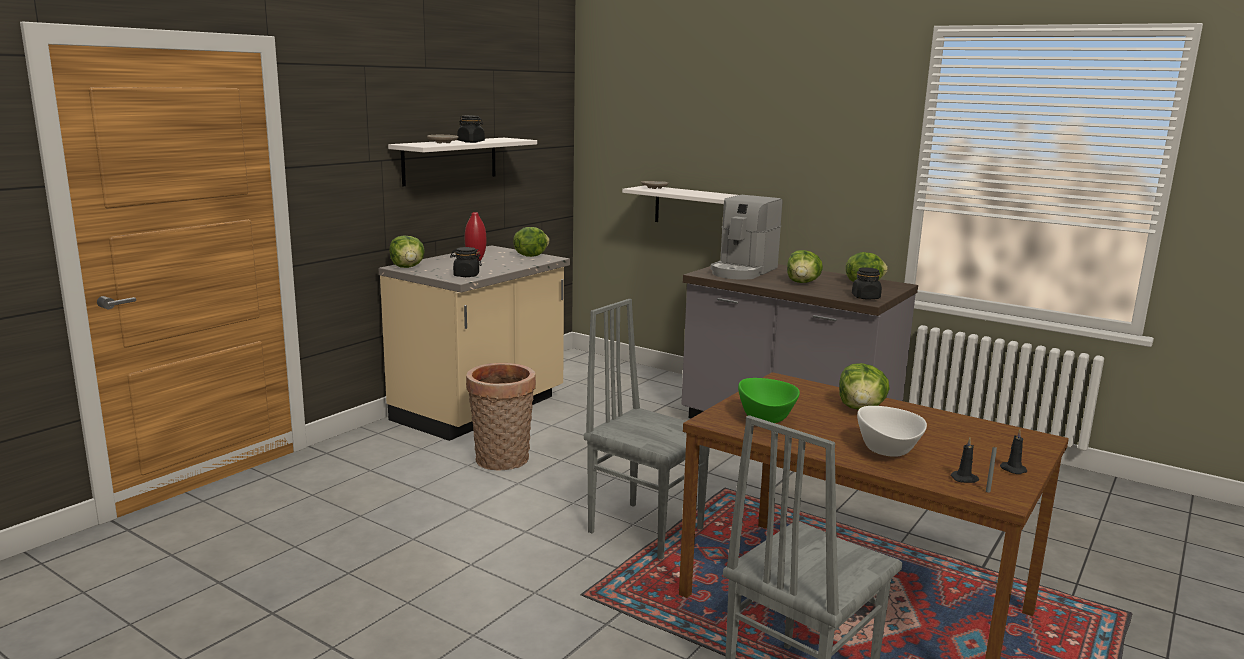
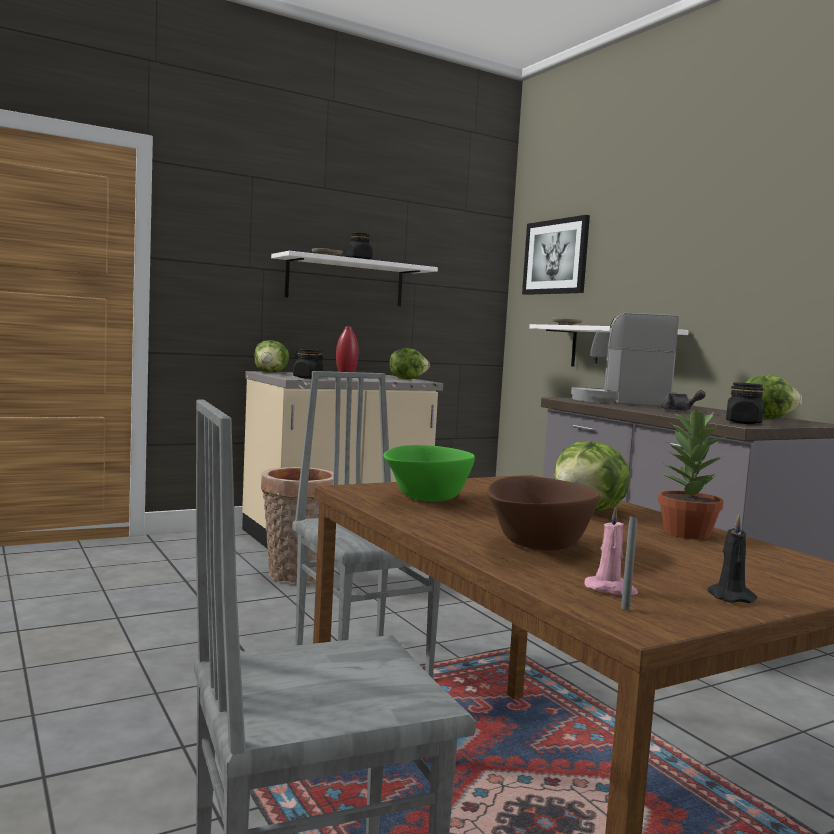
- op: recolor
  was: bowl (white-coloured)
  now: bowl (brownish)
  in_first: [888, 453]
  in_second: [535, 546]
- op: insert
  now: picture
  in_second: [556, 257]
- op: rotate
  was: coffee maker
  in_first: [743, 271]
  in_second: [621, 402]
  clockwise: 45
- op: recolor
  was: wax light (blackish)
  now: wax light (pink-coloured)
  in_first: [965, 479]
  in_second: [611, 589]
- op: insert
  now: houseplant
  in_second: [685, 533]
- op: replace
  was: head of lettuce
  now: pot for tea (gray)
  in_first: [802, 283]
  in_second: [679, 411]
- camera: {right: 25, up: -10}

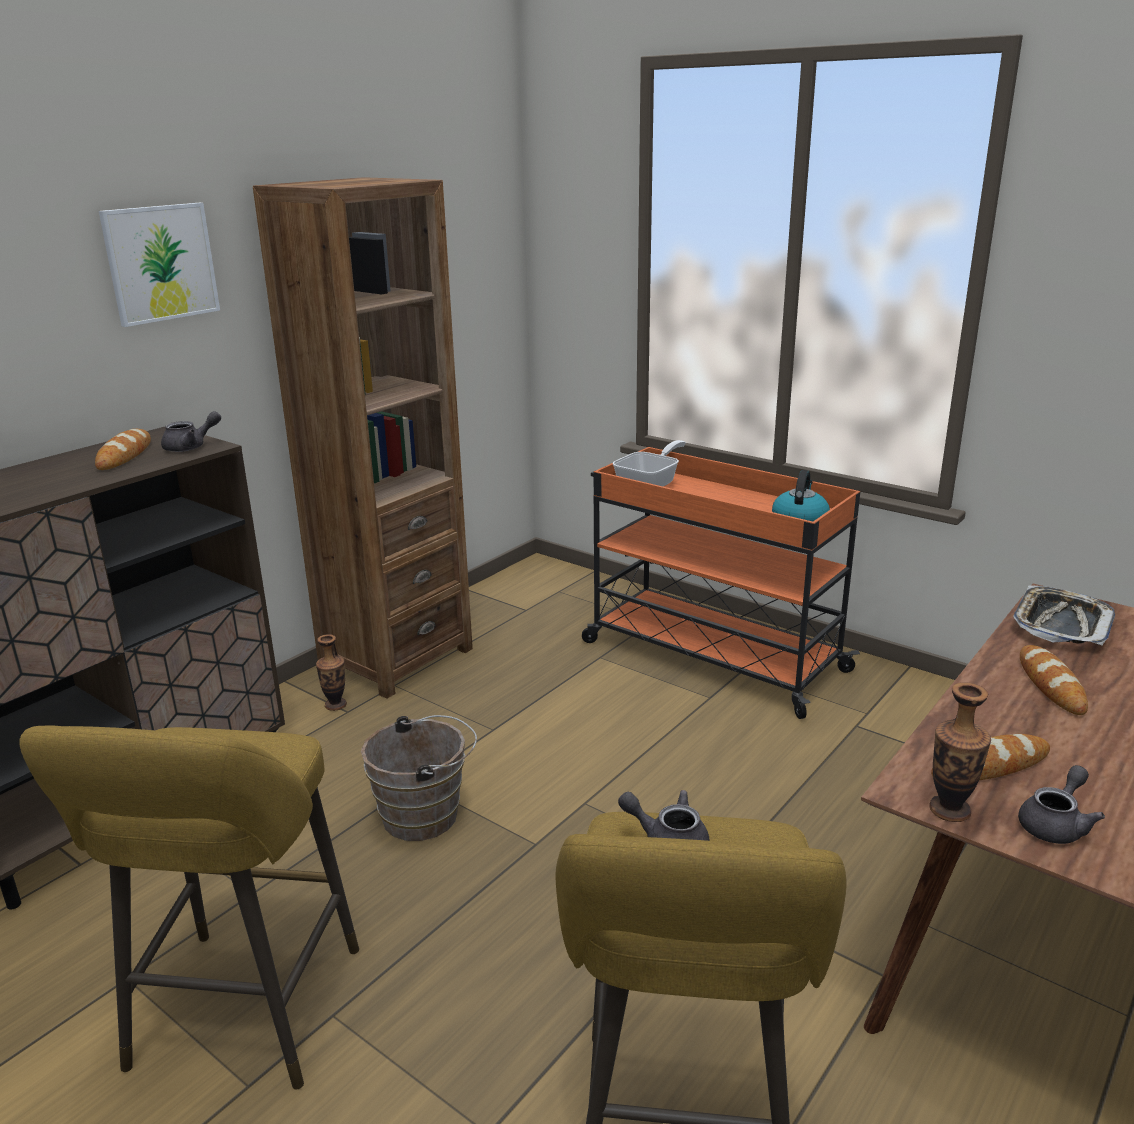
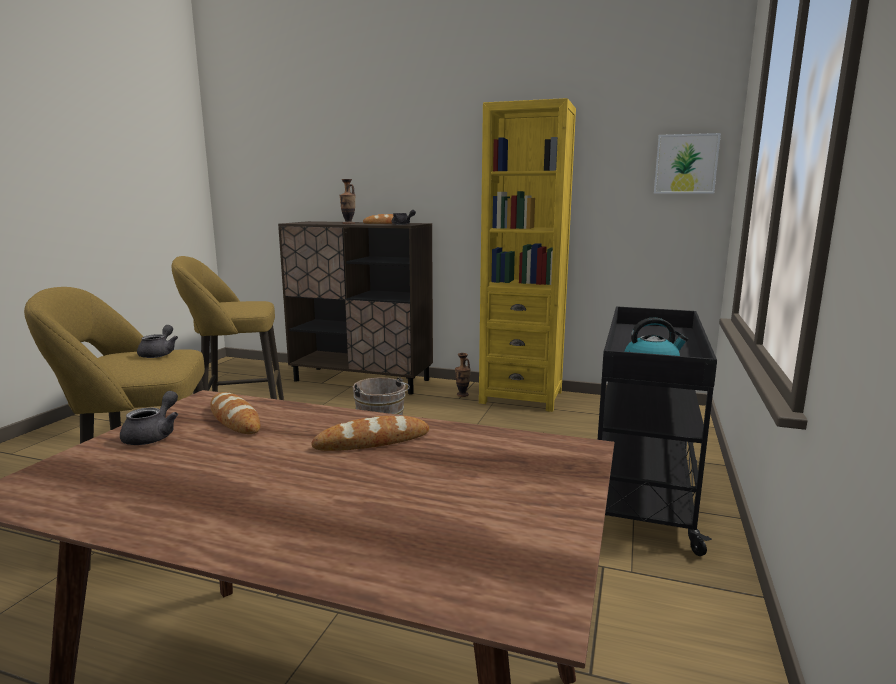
- op: rotate
  was: pot for tea (gray)
  in_first: [1056, 824]
  in_second: [154, 435]
  clockwise: -105
- op: move
  was: vase
  in_first: [949, 810]
  in_second: [348, 224]
- op: recolor
  was: bookcase (brownish)
  now: bookcase (yellow)
  in_first: [396, 657]
  in_second: [521, 397]
- op: recolor
  was: trolley (orangey)
  now: trolley (blackish)
  in_first: [710, 655]
  in_second: [642, 485]
- op: move
  was: picture
  in_first: [161, 263]
  in_second: [686, 164]
- op: delete
  was: frying pan
  in_first: [651, 483]
- op: delete
  was: tray
  in_first: [1061, 624]
- camera: {right: 70, up: -10}

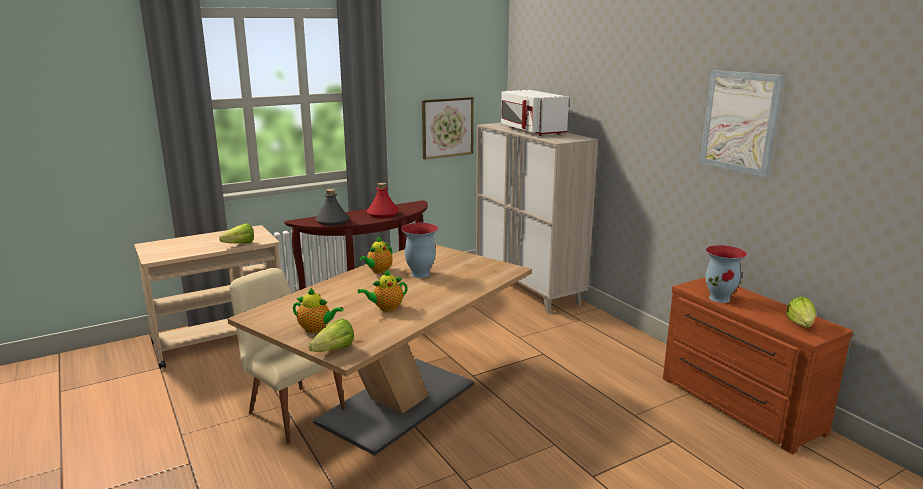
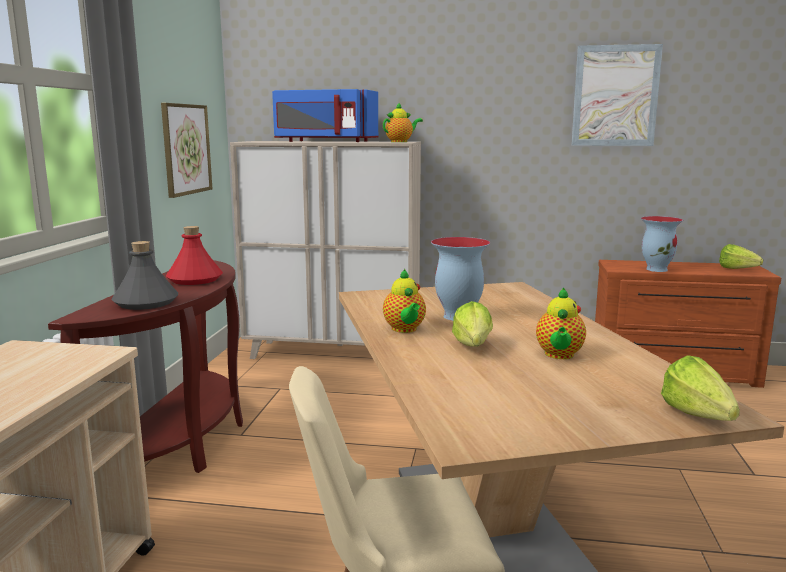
- op: recolor
  was: kitchen microwave (white-coloured)
  now: kitchen microwave (bluish)
  in_first: [531, 131]
  in_second: [325, 141]
- op: move
  was: pot for tea
  in_first: [316, 329]
  in_second: [400, 142]
- op: move
  was: head of lettuce
  in_first: [237, 245]
  in_second: [472, 349]
- camera: {right: -50, up: -5}

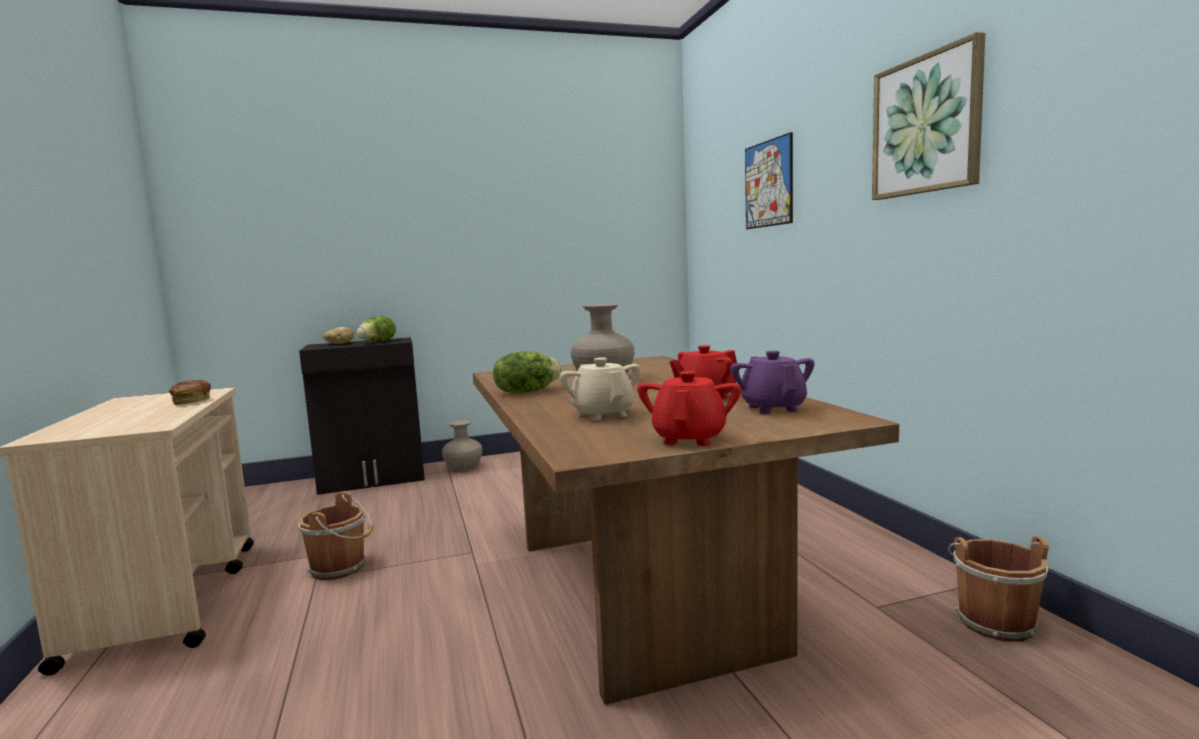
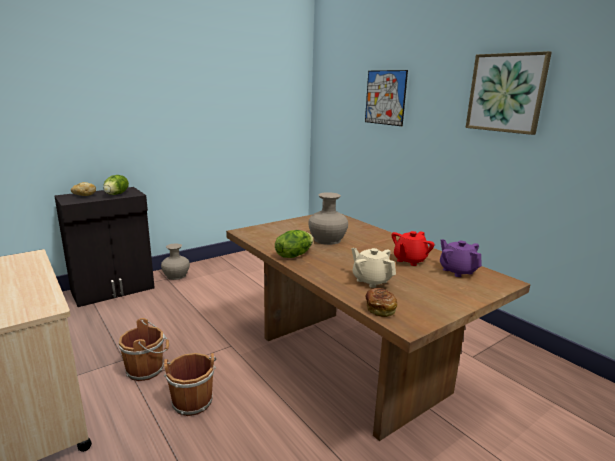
- op: move
  was: bucket (brownish)
  in_first: [993, 621]
  in_second: [192, 401]
- op: move
  was: baked bread
  in_first: [192, 401]
  in_second: [380, 309]
- op: delete
  was: pot for tea (red)
  in_first: [689, 439]
- camera: {right: -20, up: 10}

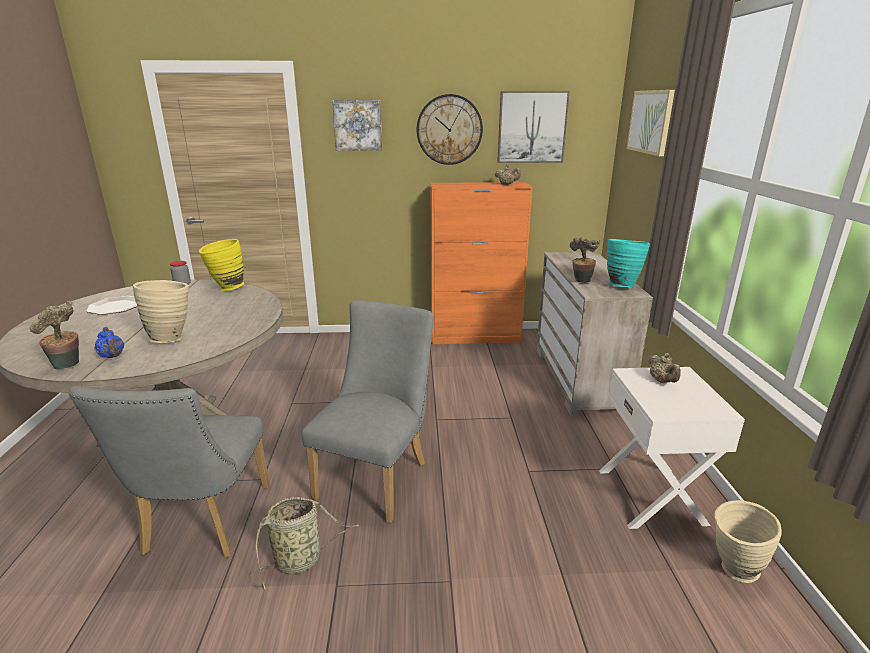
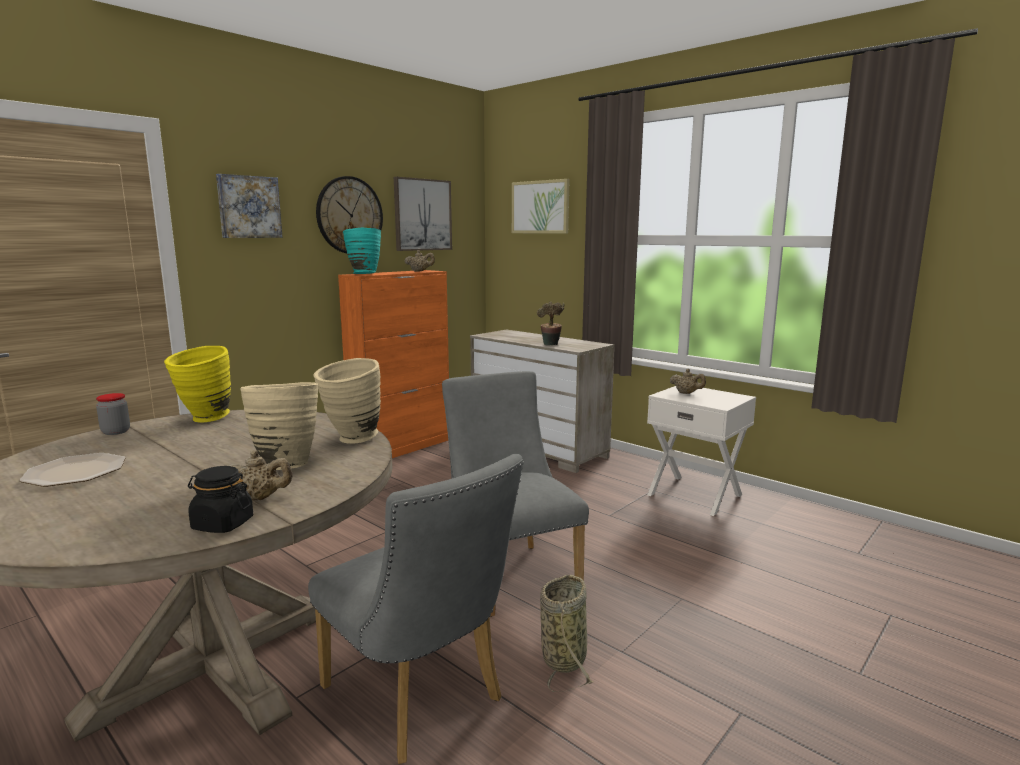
- op: replace
  was: houseplant
  now: jar (blackish)
  in_first: [68, 366]
  in_second: [222, 524]
- op: recolor
  was: pot for tea (bluish)
  now: pot for tea (sand-coloured)
  in_first: [112, 356]
  in_second: [259, 498]
- op: move
  was: vase (sand-coloured)
  in_first: [732, 571]
  in_second: [351, 440]
- op: move
  was: vase (turquoise-coloured)
  in_first: [621, 285]
  in_second: [363, 274]
- camera: {right: -45, up: -10}

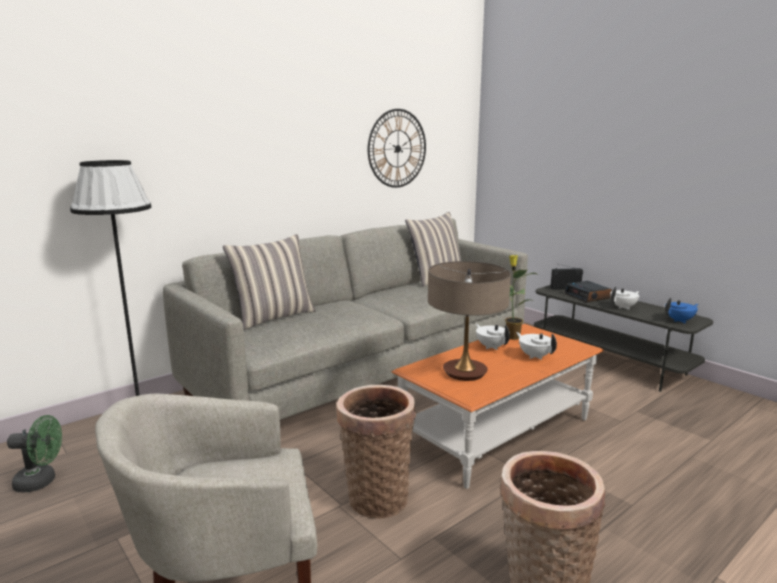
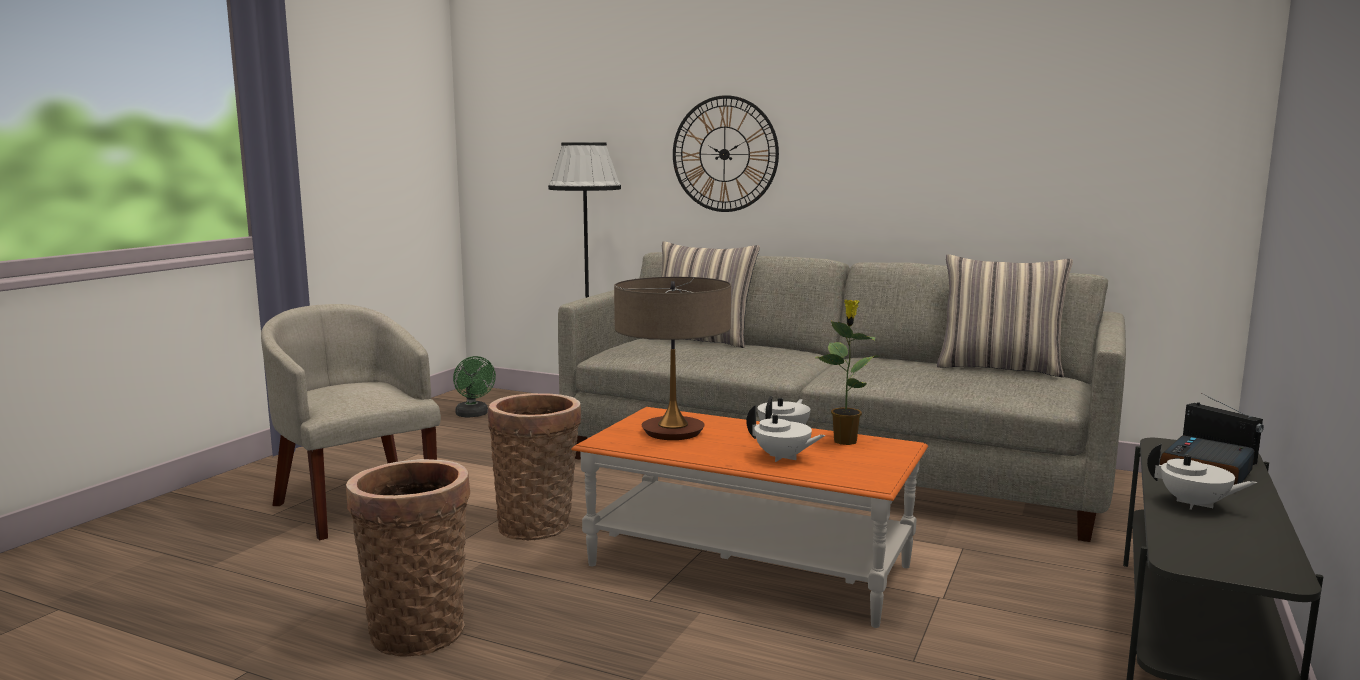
- op: move
  was: clock on the wall
  in_first: [397, 148]
  in_second: [724, 154]
- op: rotate
  was: pot for tea (white-coloured)
  in_first: [535, 356]
  in_second: [783, 457]
  clockwise: 90
- op: delete
  was: pot for tea (bluish)
  in_first: [679, 321]
- camera: {right: 65, up: -5}

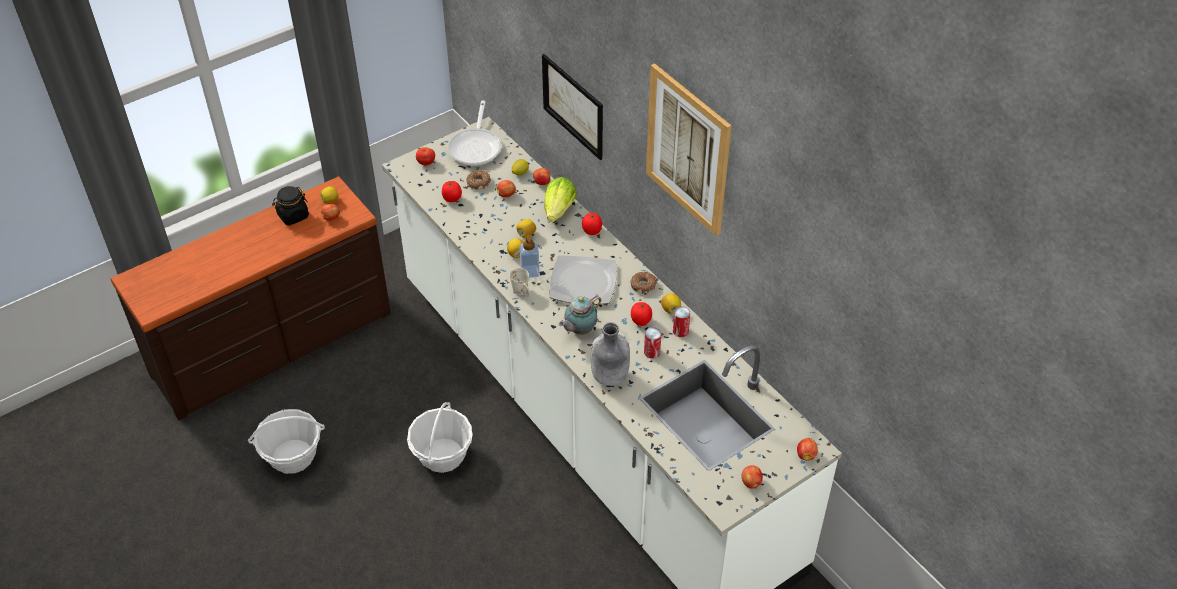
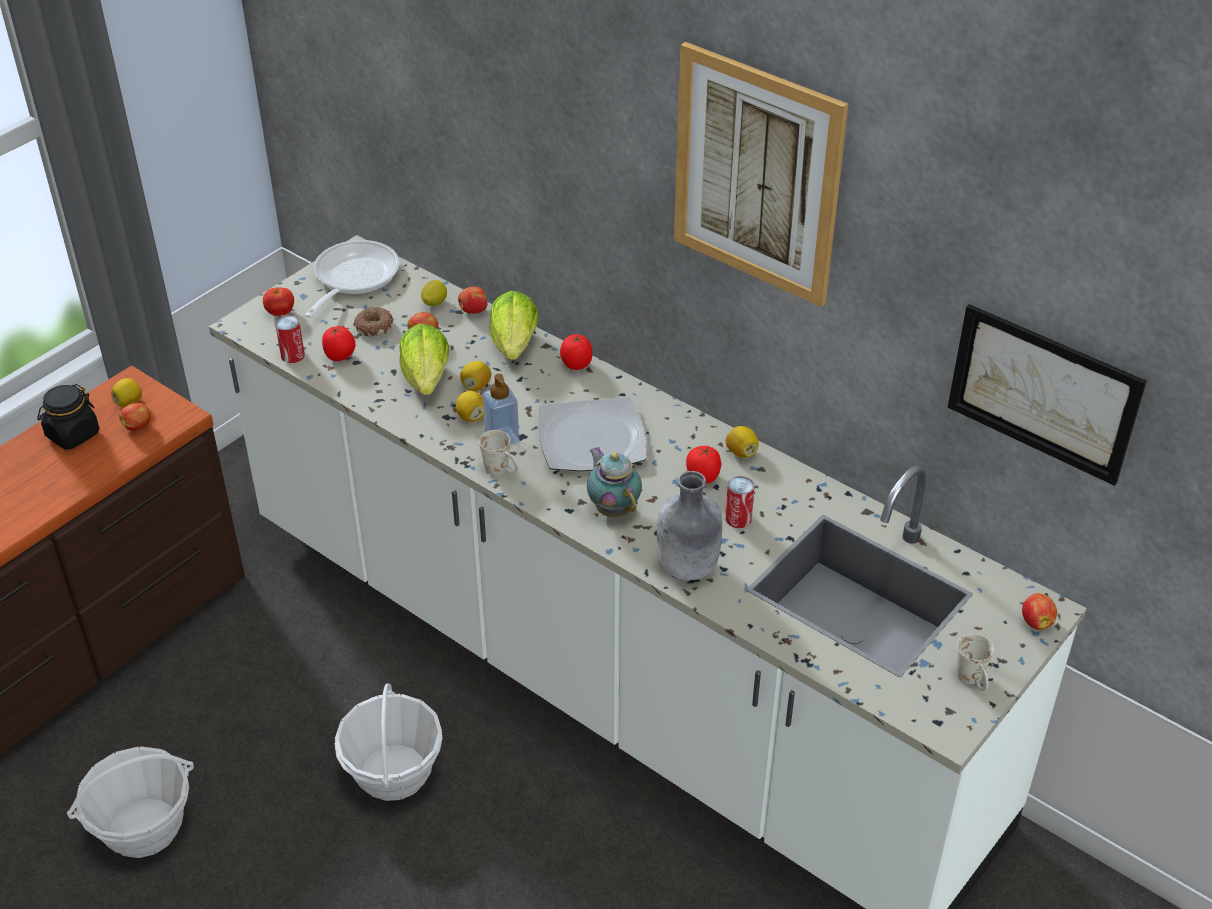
- op: move
  was: metal can
  in_first: [680, 331]
  in_second: [292, 355]
- op: rotate
  was: frying pan
  in_first: [476, 147]
  in_second: [352, 278]
  clockwise: -150
- op: insert
  now: head of lettuce
  in_second: [426, 378]
- op: rotate
  was: pot for tea
  in_first: [579, 330]
  in_second: [613, 508]
  clockwise: 120
- op: move
  was: picture
  in_first: [573, 106]
  in_second: [1043, 393]
- op: replace
  was: apple
  now: tea mug (white-coloured)
  in_first: [751, 483]
  in_second: [973, 681]
- op: delete
  was: ring doughnut
  in_first: [643, 285]
- camera: {right: -15, up: -5}

